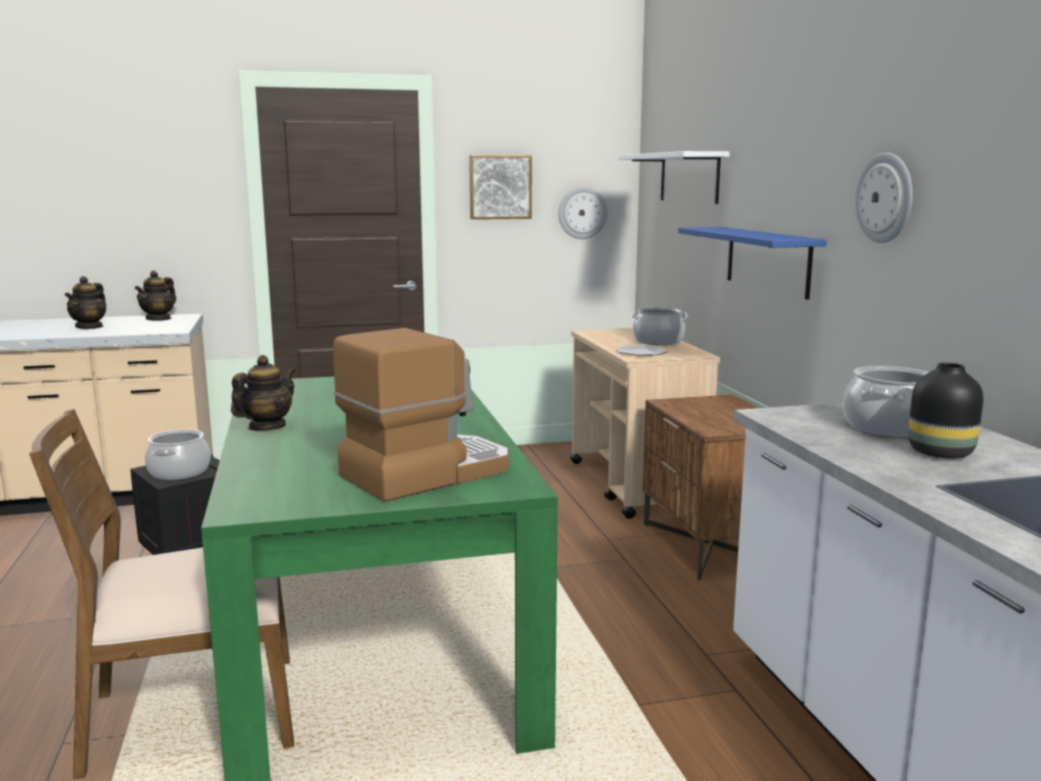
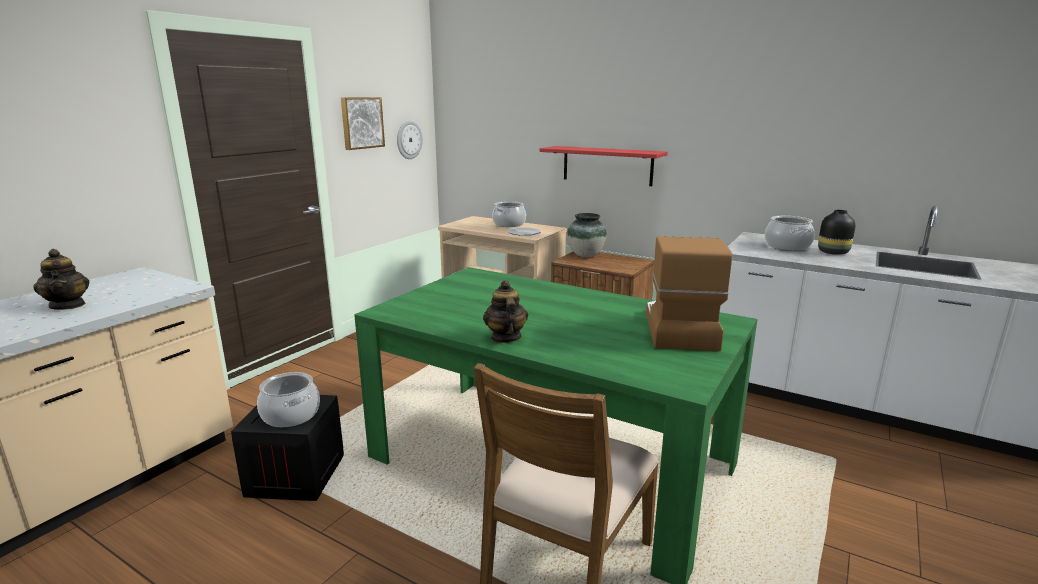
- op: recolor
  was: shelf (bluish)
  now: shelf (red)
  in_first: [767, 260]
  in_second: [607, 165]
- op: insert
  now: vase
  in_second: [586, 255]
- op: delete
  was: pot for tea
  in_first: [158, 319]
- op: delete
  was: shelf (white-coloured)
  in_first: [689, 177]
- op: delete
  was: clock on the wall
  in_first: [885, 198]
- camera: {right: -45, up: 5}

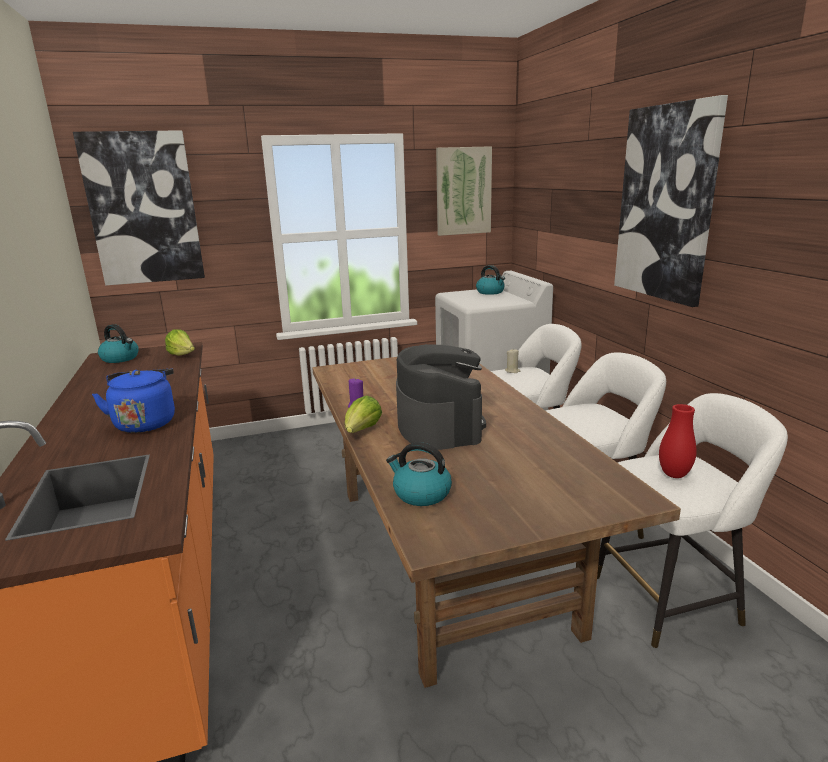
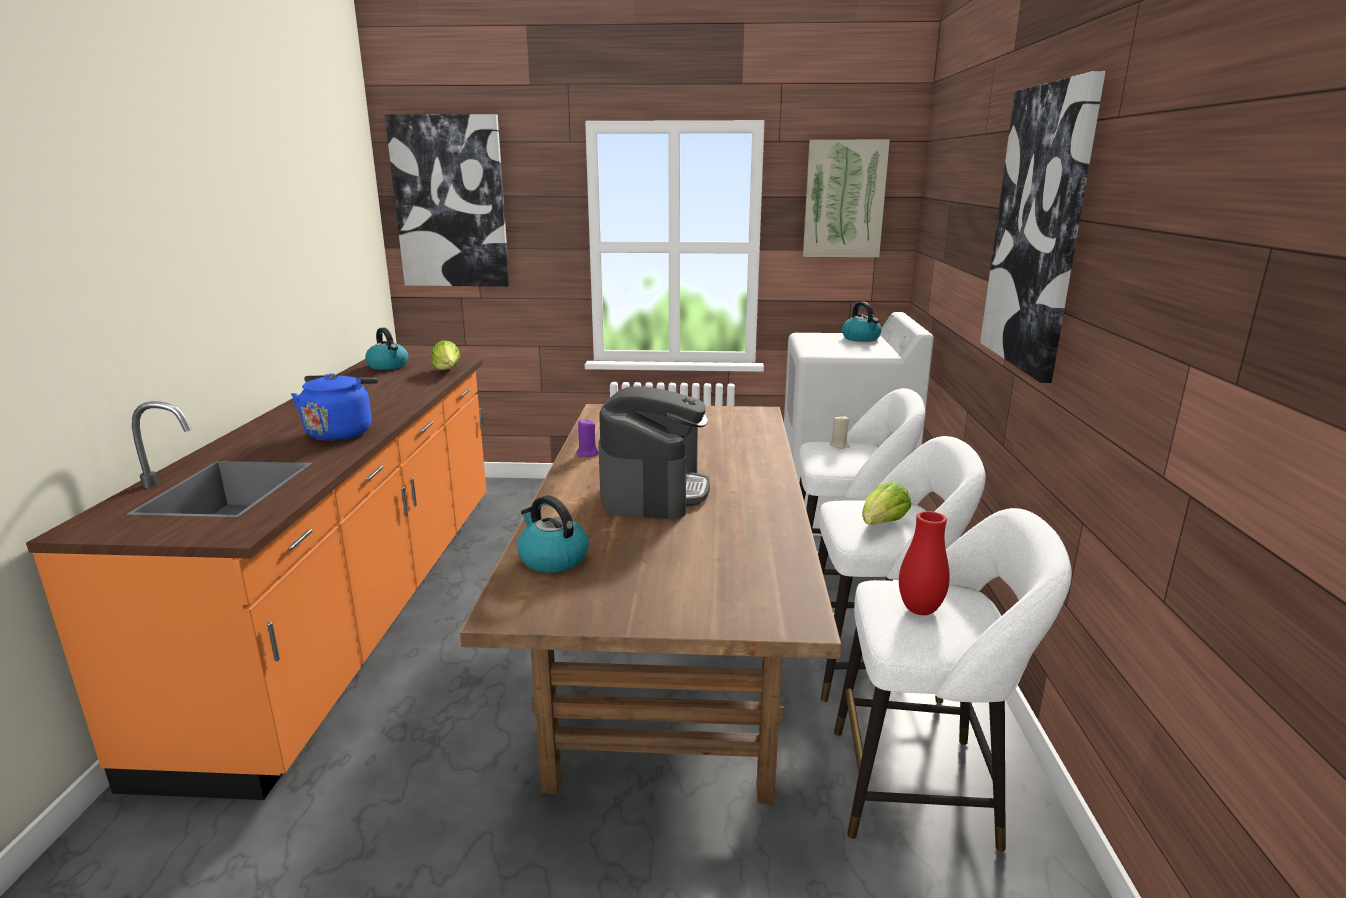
- op: move
  was: head of lettuce
  in_first: [362, 431]
  in_second: [882, 525]
- camera: {right: 20, up: 0}

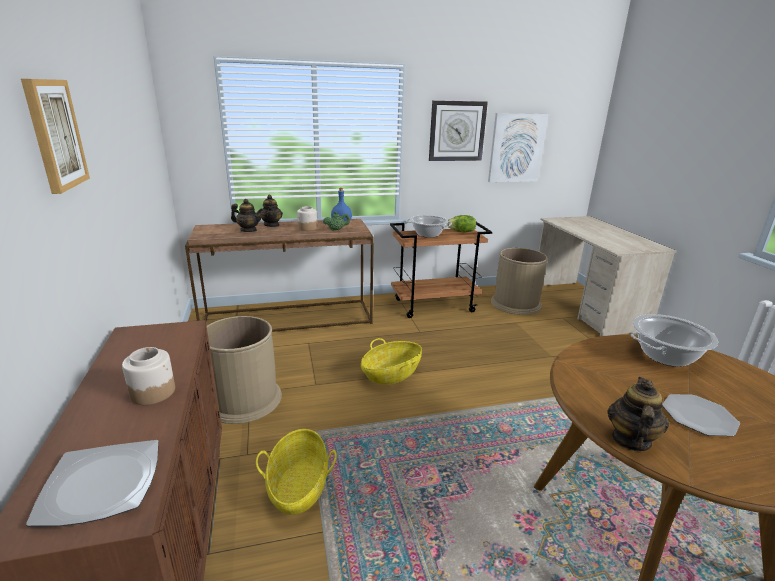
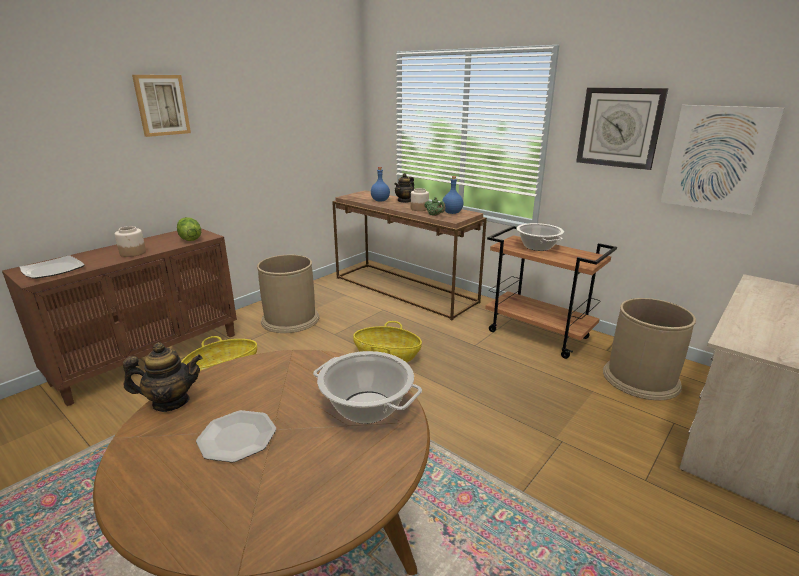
- op: move
  was: head of lettuce
  in_first: [461, 232]
  in_second: [189, 239]
- op: replace
  was: pot for tea
  now: drink bottle (bluish)
  in_first: [248, 230]
  in_second: [380, 200]
- camera: {right: 55, up: 0}

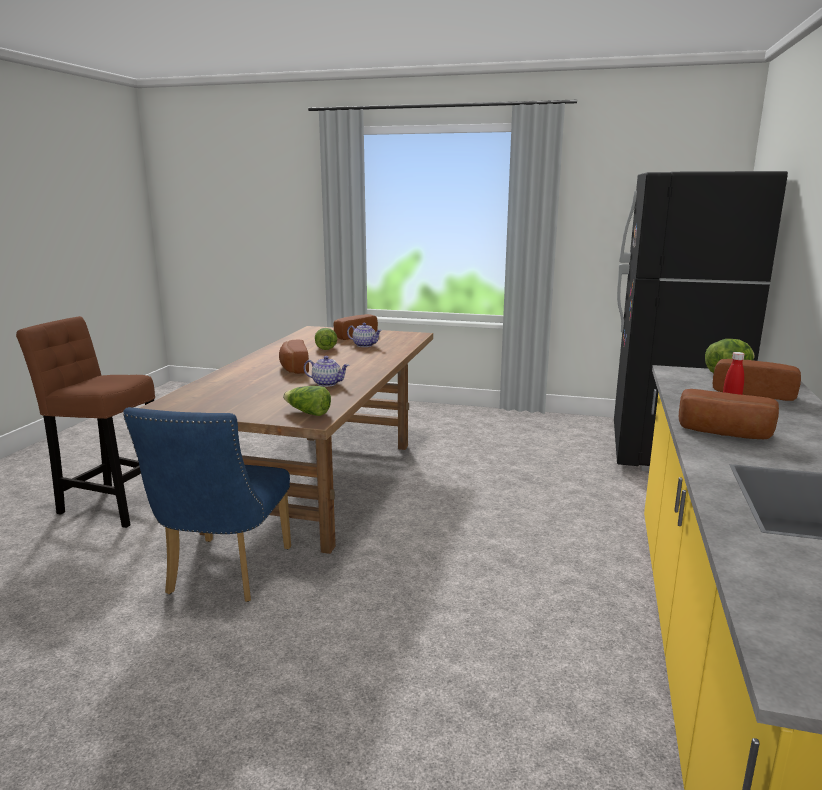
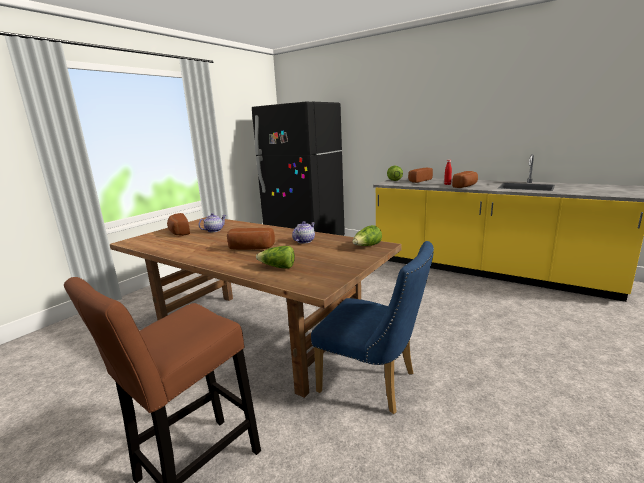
- op: move
  was: head of lettuce
  in_first: [325, 347]
  in_second: [277, 267]
- camera: {right: -70, up: 0}

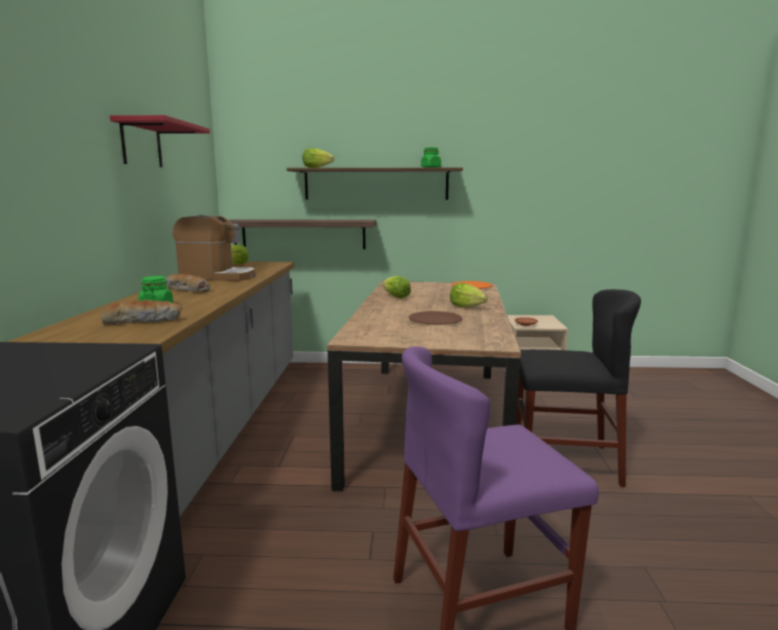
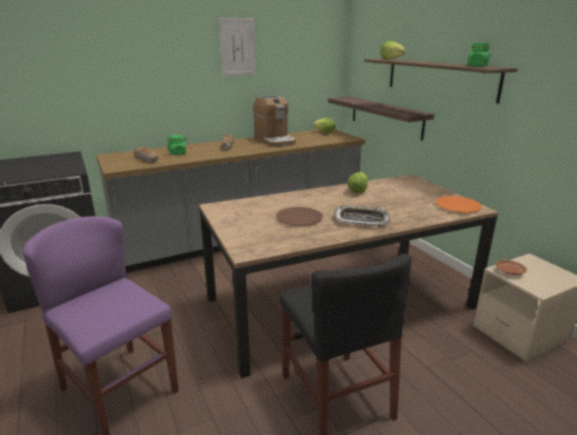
- op: replace
  was: shelf (red)
  now: picture
  in_first: [141, 144]
  in_second: [237, 47]
- op: replace
  was: head of lettuce
  now: tray
  in_first: [466, 307]
  in_second: [361, 219]
- camera: {right: 60, up: 10}

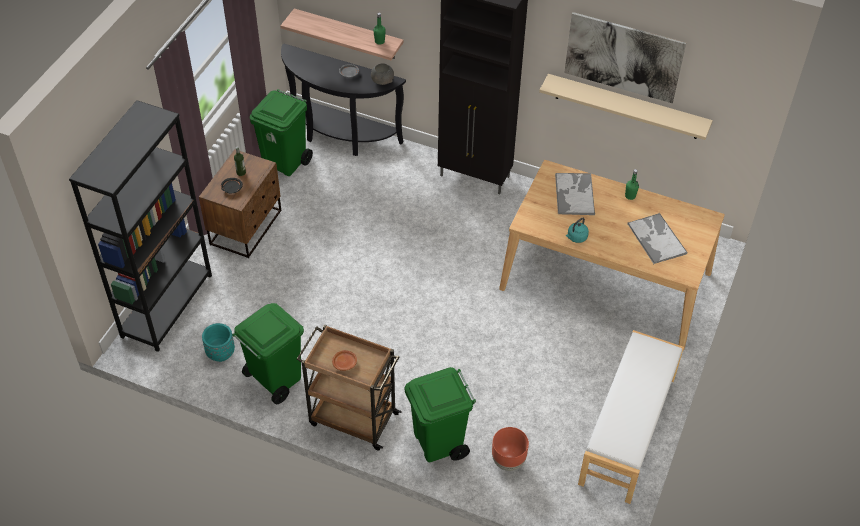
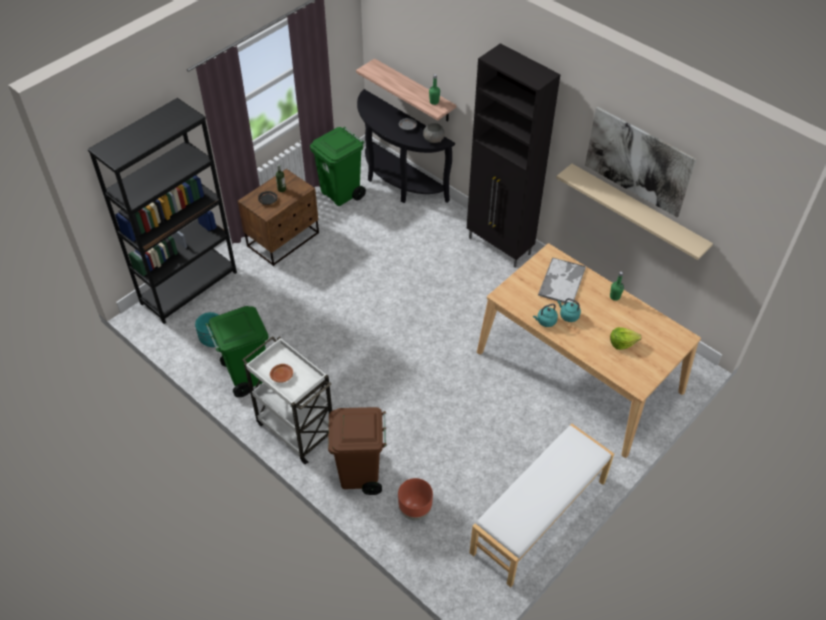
- op: recolor
  was: trolley (brownish)
  now: trolley (white-coloured)
  in_first: [352, 418]
  in_second: [295, 428]
- op: recolor
  was: waste bin (green)
  now: waste bin (brownish)
  in_first: [439, 443]
  in_second: [360, 474]
- op: insert
  now: water kettle (turquoise-coloured)
  in_second: [568, 315]
- op: replace
  was: tray
  now: head of lettuce
  in_first: [656, 238]
  in_second: [622, 343]
- camera: {right: 20, up: 0}

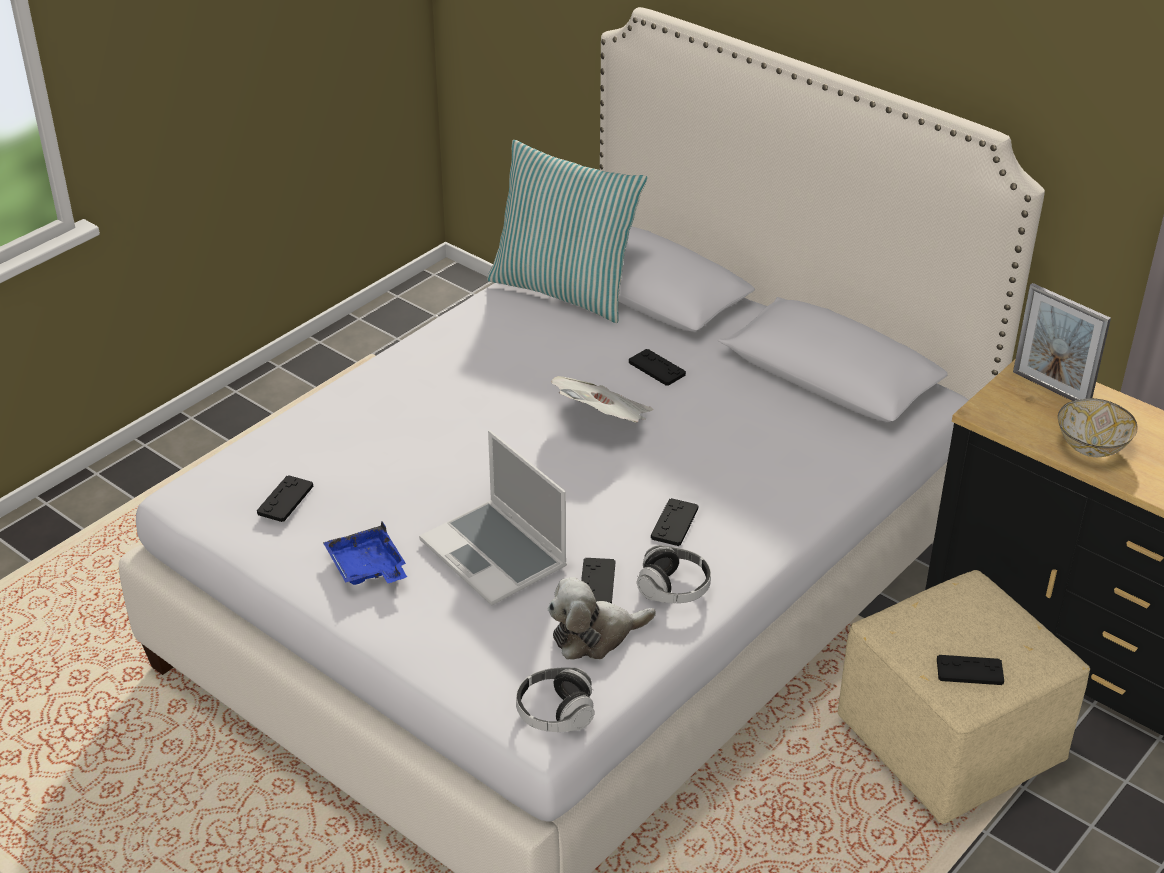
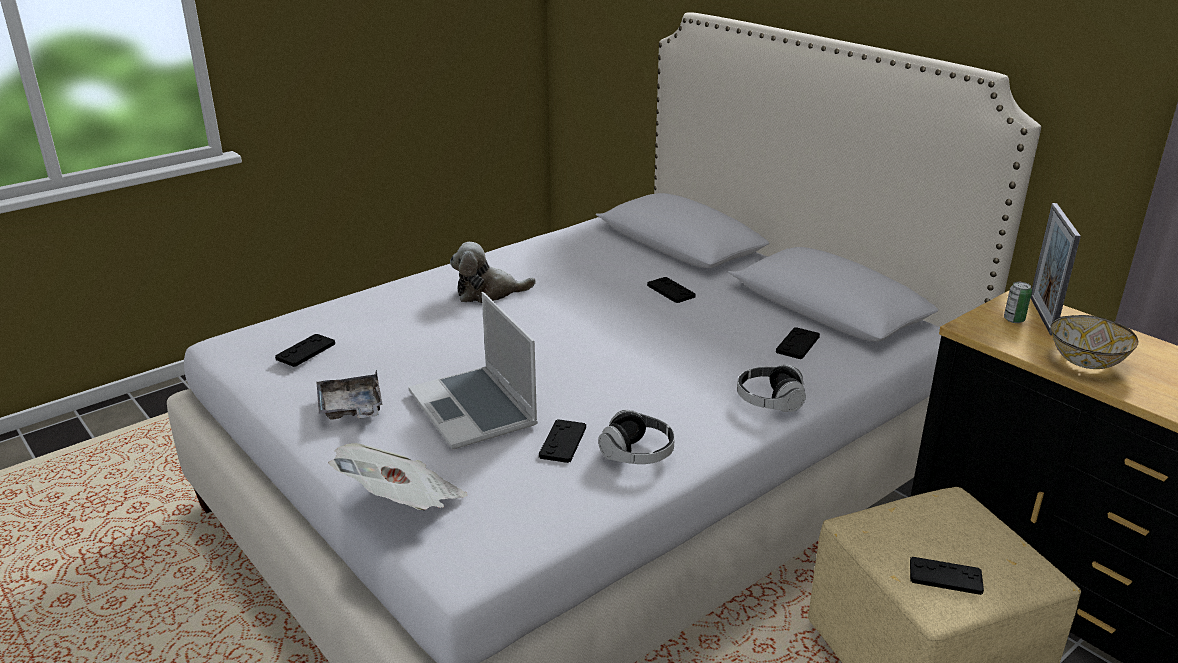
- op: recolor
  was: tray (bluish)
  now: tray (gray)
  in_first: [367, 568]
  in_second: [351, 408]
- op: move
  was: printed paper
  in_first: [604, 421]
  in_second: [403, 504]
- op: move
  was: soft toy
  in_first: [595, 635]
  in_second: [488, 293]
- op: move
  was: headset
  in_first: [555, 713]
  in_second: [769, 401]
- op: move
  was: gamepad (blackish)
  in_first: [674, 523]
  in_second: [797, 344]
- op: insert
  now: metal can
  in_second: [1014, 319]
- op: rotate
  was: picture frame
  in_first: [1051, 389]
  in_second: [1041, 315]
  clockwise: 45
- op: delete
  was: cushion
  in_first: [564, 290]
- camera: {right: 10, up: -10}

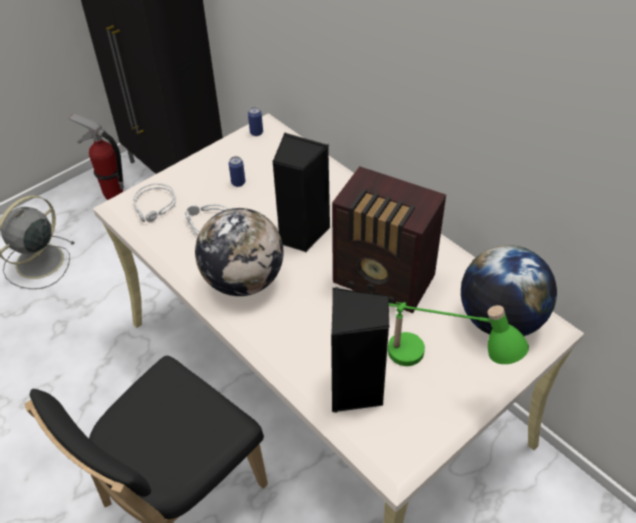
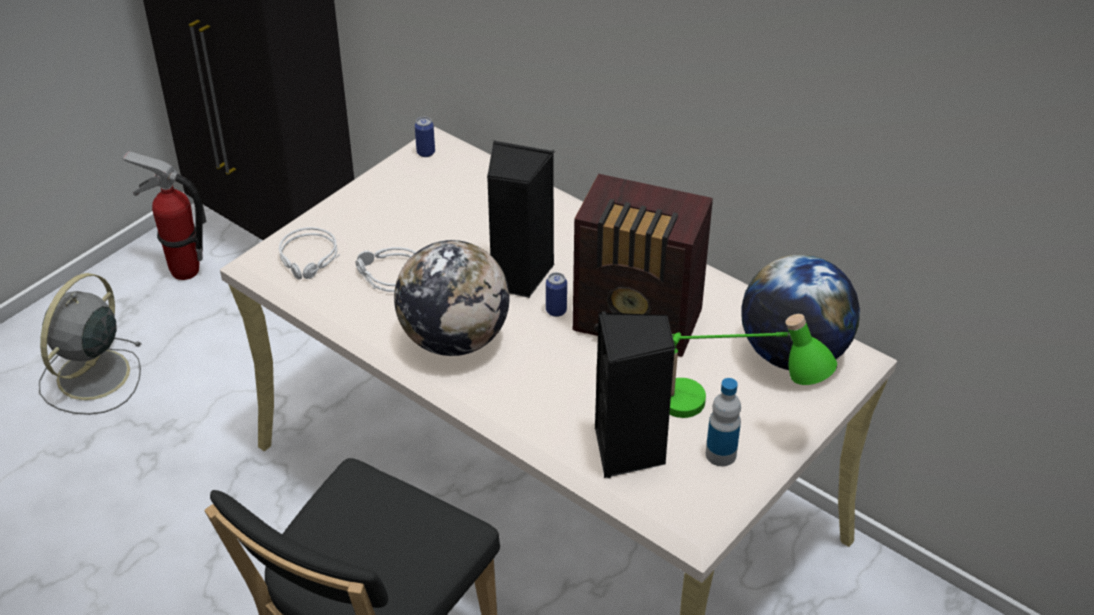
- op: move
  was: metal can
  in_first: [238, 183]
  in_second: [556, 311]
- op: insert
  now: drink bottle
  in_second: [720, 454]
- camera: {right: -10, up: -5}

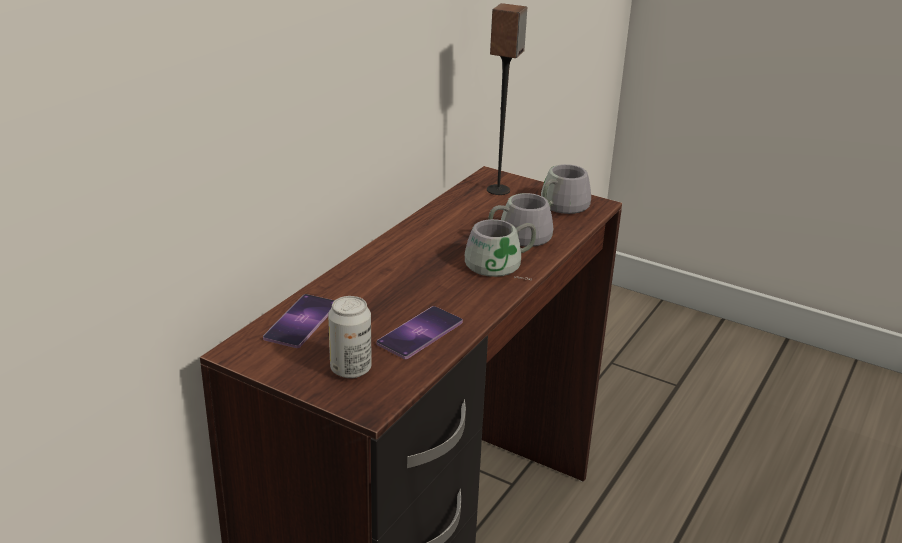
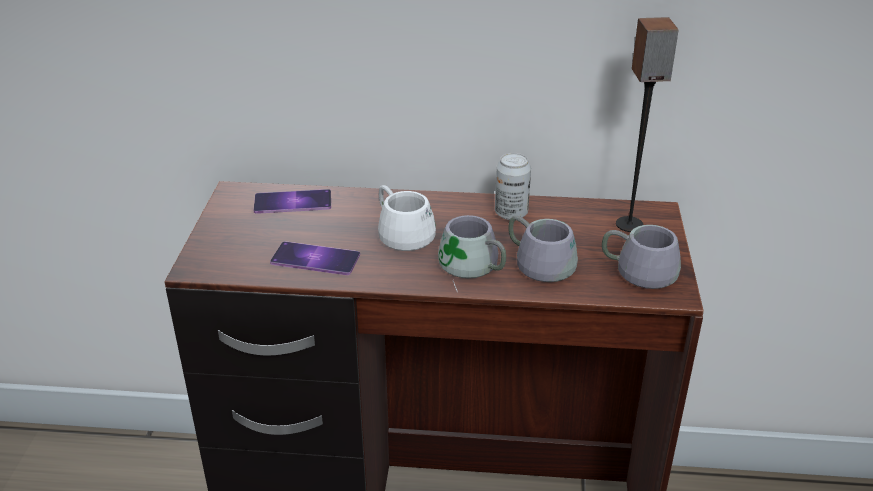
- op: insert
  now: tea mug (white-coloured)
  in_second: [407, 230]
- op: move
  was: metal can
  in_first: [350, 369]
  in_second: [511, 213]
- camera: {right: 65, up: 5}

